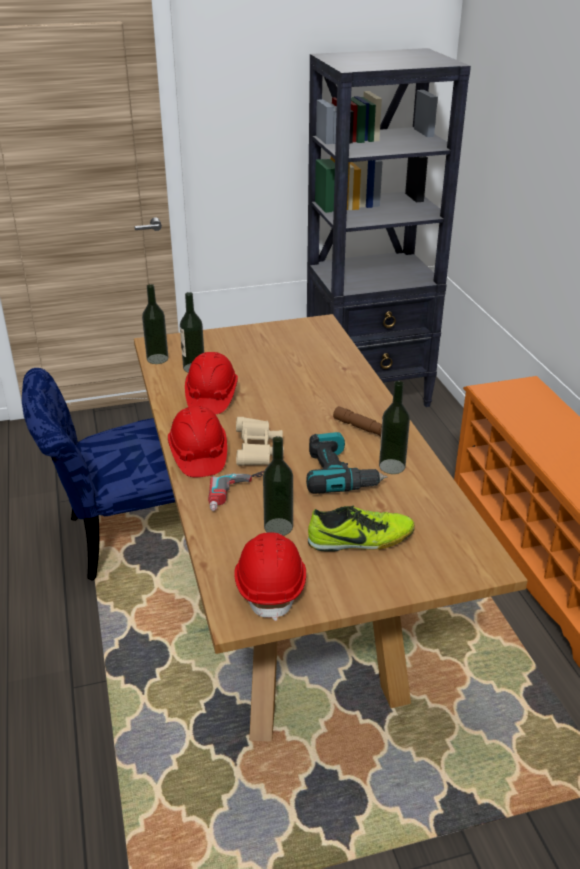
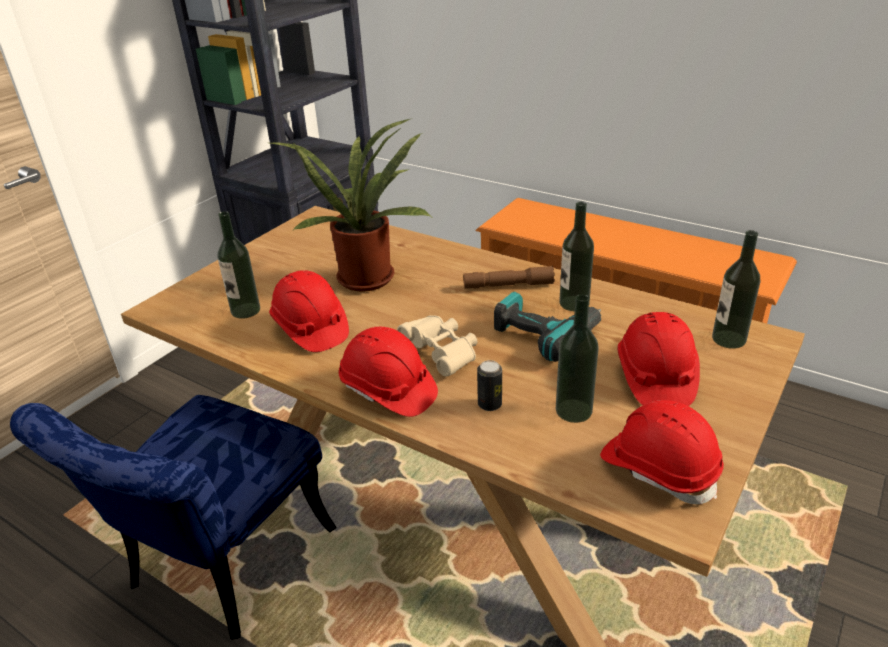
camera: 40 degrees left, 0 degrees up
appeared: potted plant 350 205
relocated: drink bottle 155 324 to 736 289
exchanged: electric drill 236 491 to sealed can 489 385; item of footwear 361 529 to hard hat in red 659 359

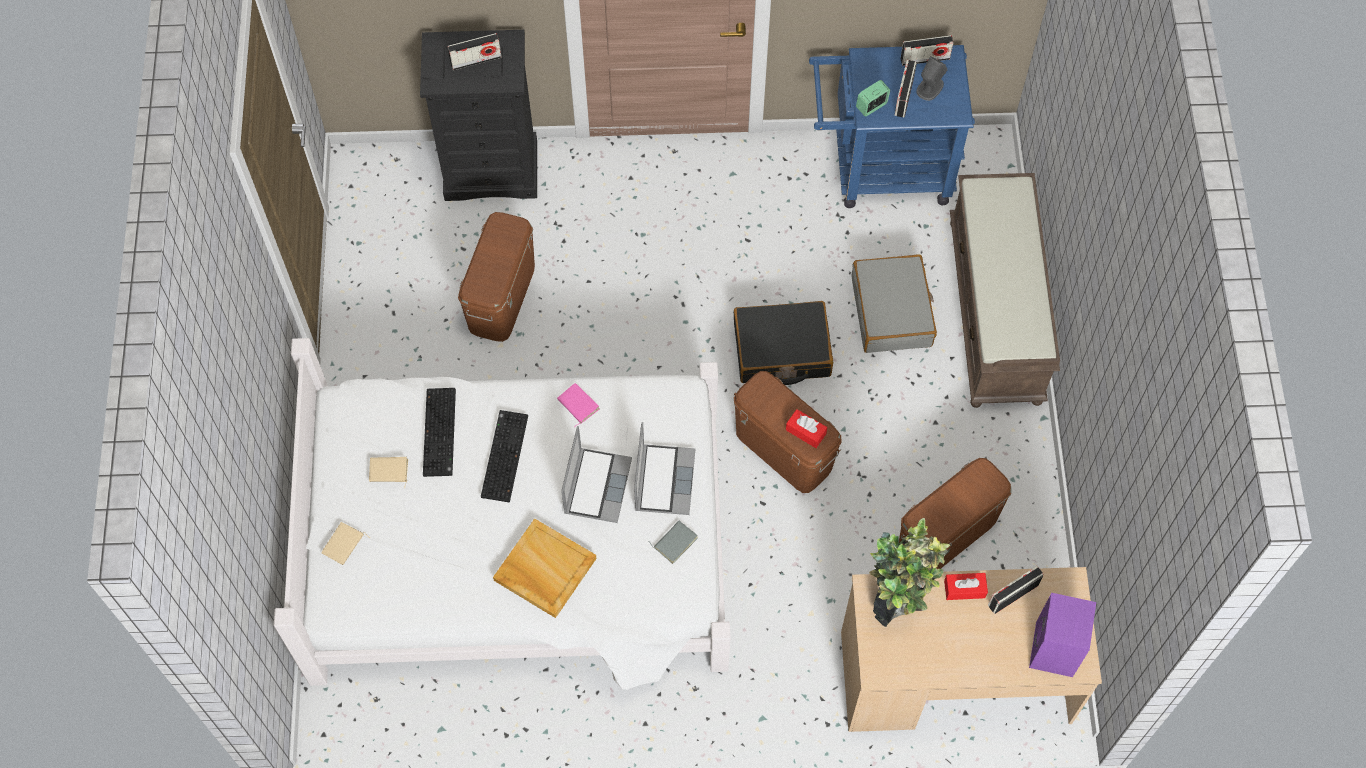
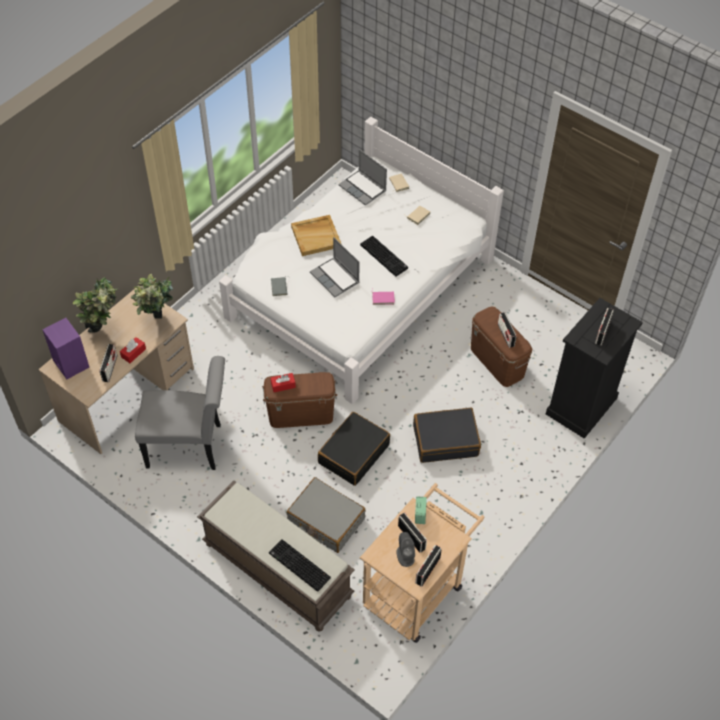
camera: 130 degrees right, 10 degrees down
appeared: potted plant 95 305; piece of luggage in blackish 447 435; radio 507 330
relocated: keyboard 439 432 to 300 565; laptop 665 468 to 362 177
exchanged: storage container in brown 955 513 to chair in gray 180 413
colour: wheeled cart in blue 892 126 to wheeled cart in beige-coloured 422 563

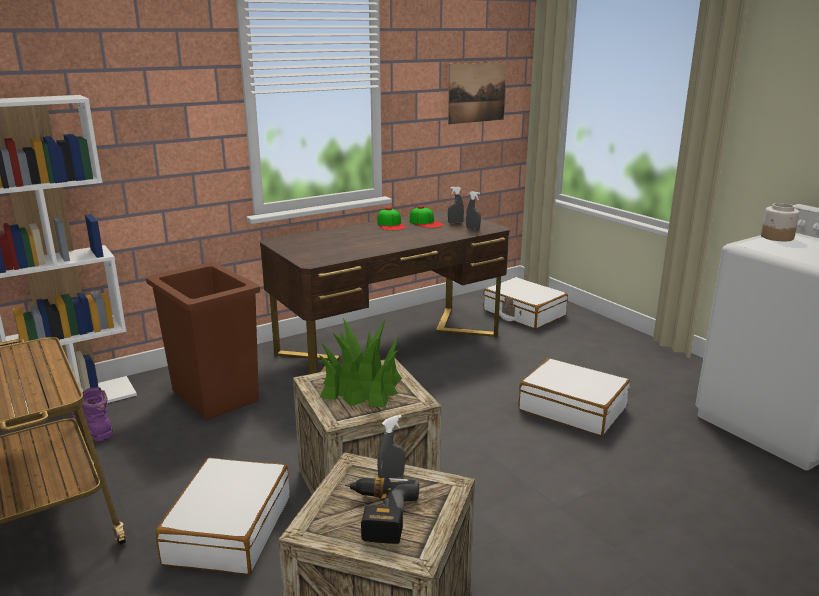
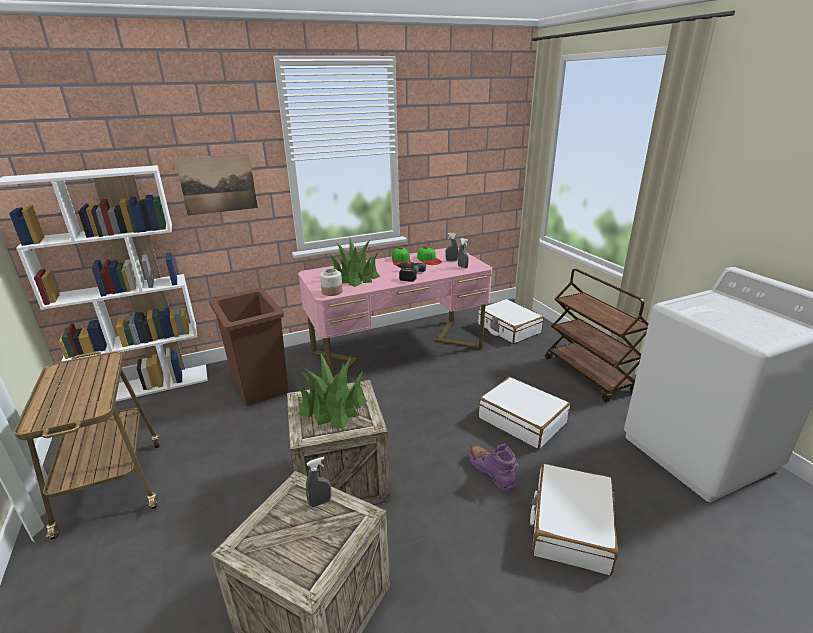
camera: 10 degrees right, 5 degrees up
appeared: potted plant 355 262; wheeled cart in brown 597 335
relocated: high-top boot in purple 92 414 to 494 467; piece of luggage in whitish 223 516 to 574 519; electric drill 382 510 to 411 272; wall picture 477 93 to 216 184; storage jar 780 222 to 331 282
colour: desk in brown 385 291 to desk in pinkish 395 313

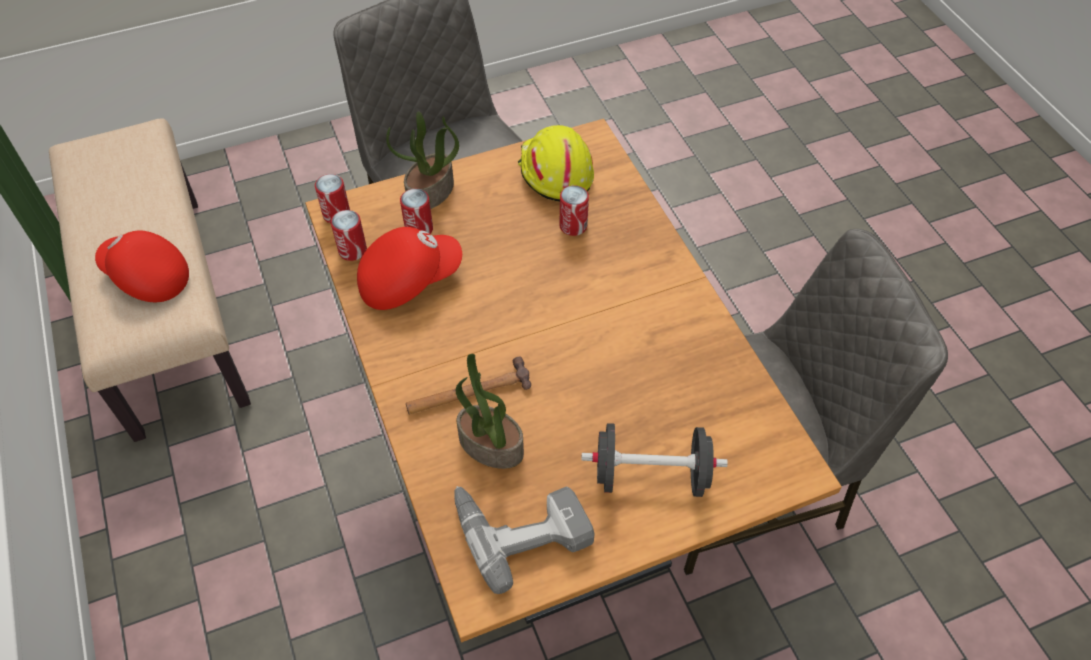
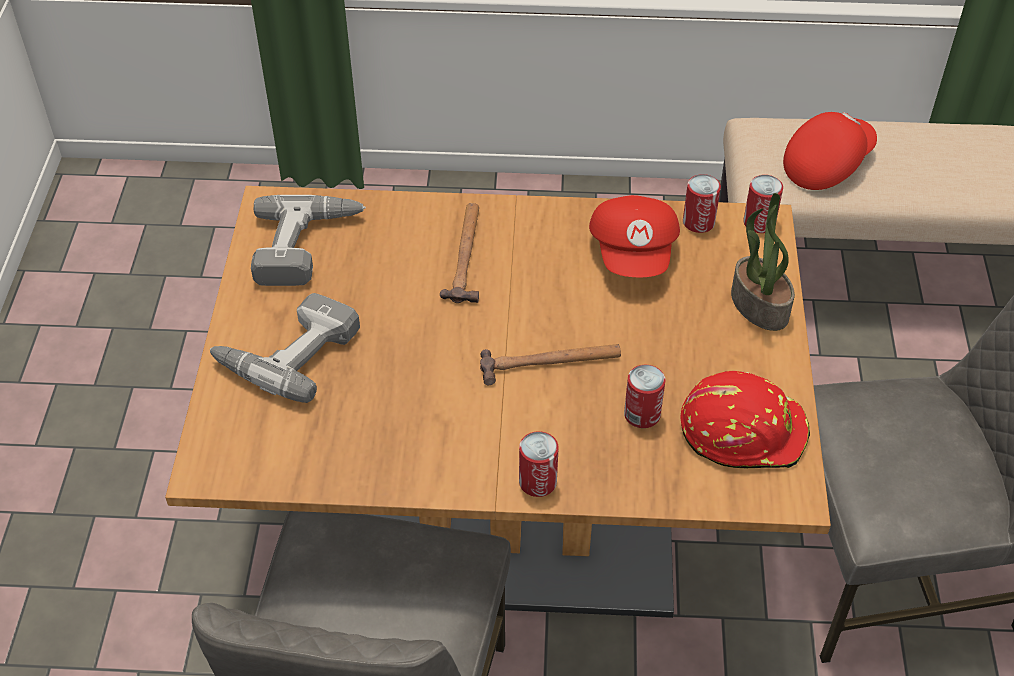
camera: 115 degrees right, 5 degrees down
missing: potted plant 489 411
appeared: tool hammer 550 364
relocated: sealed can 416 211 to 539 464
exchanged: free weight in blackish 654 460 to electric drill 285 348
colour: hard hat in yellow 556 163 to hard hat in red 745 419

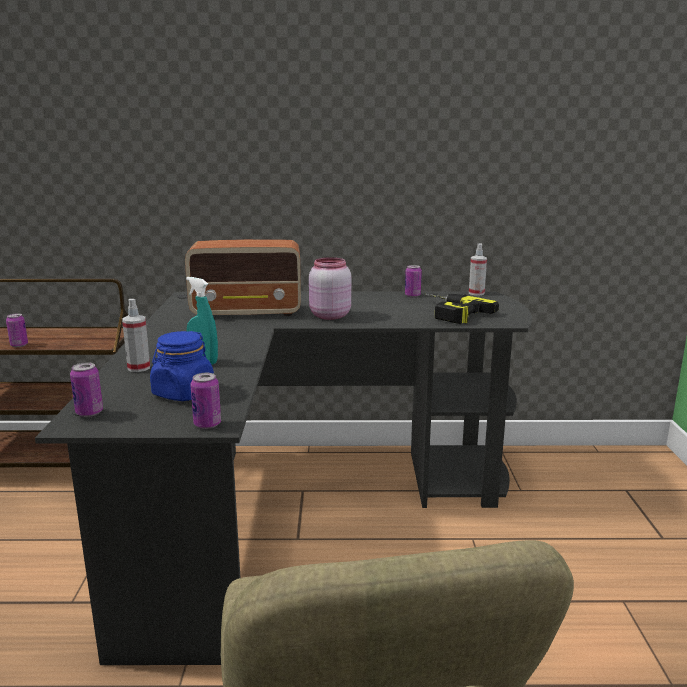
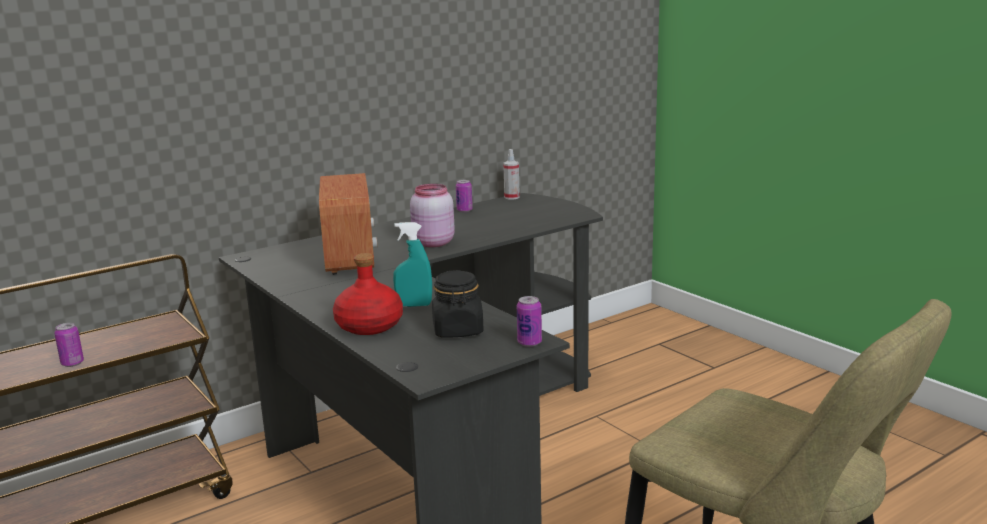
camera: 35 degrees left, 0 degrees up
missing: sealed can 86 389; electric drill 462 308
exchanged: spray bottle 136 335 to drink bottle in red 368 294
colour: storage jar in blue 182 366 to storage jar in blackish 458 303
spun: radio 243 277 = 348 224 60 degrees counterclockwise

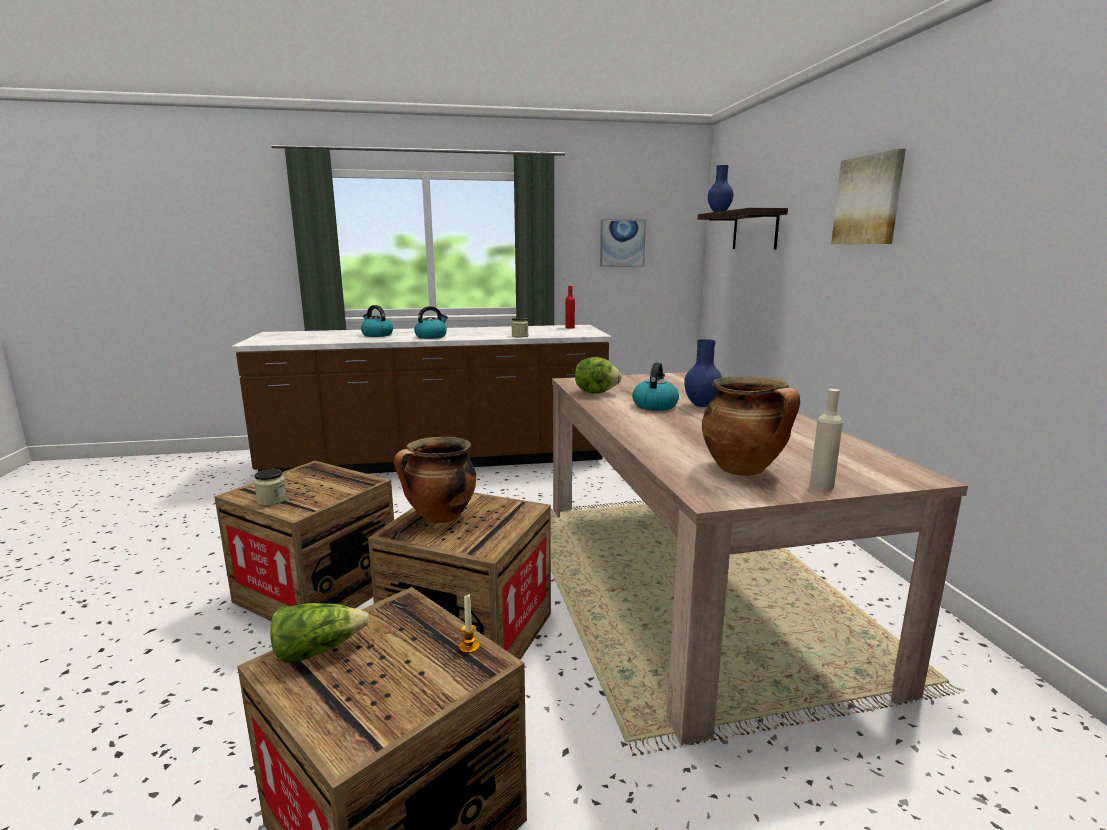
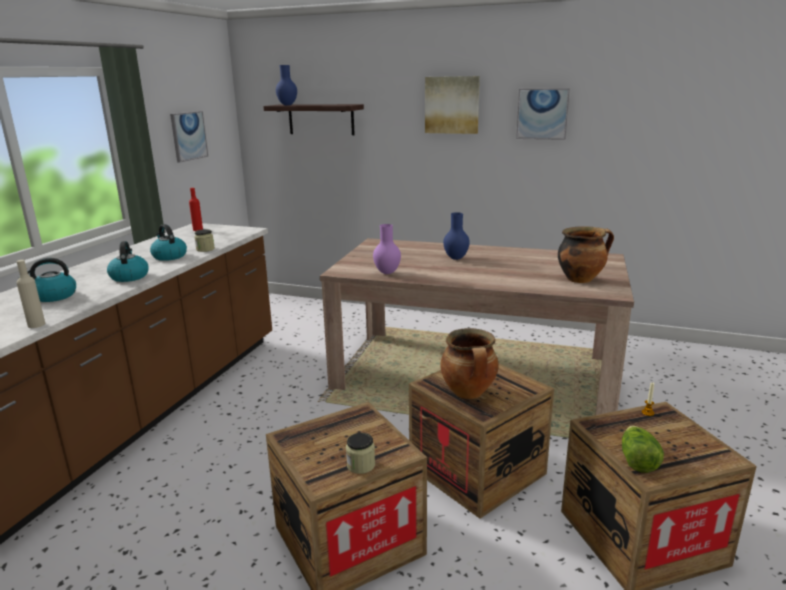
camera: 60 degrees left, 5 degrees up
appeared: wall picture 543 114
relocated: kettle 655 387 to 168 242; drink bottle in beige-coloured 826 439 to 30 294
exchanged: lettuce 598 375 to flower vase in purple 387 249

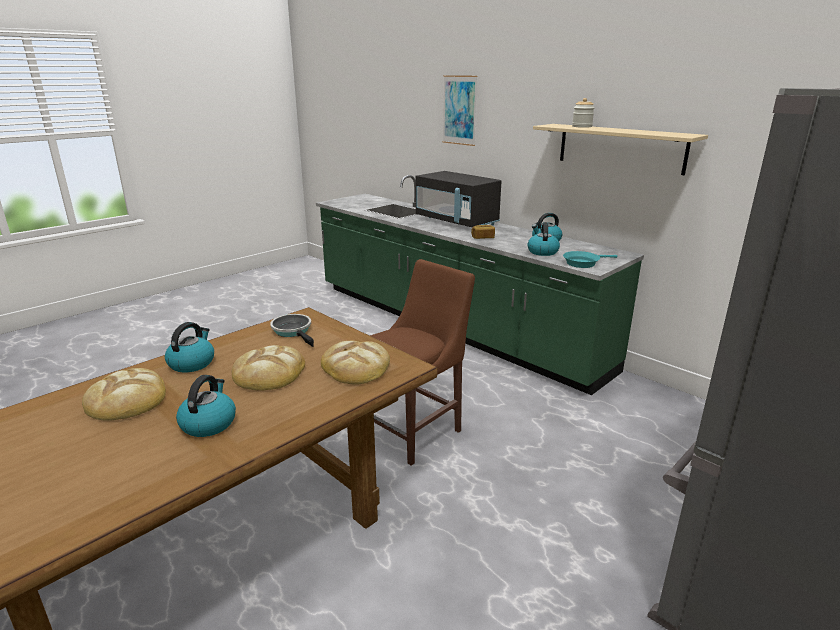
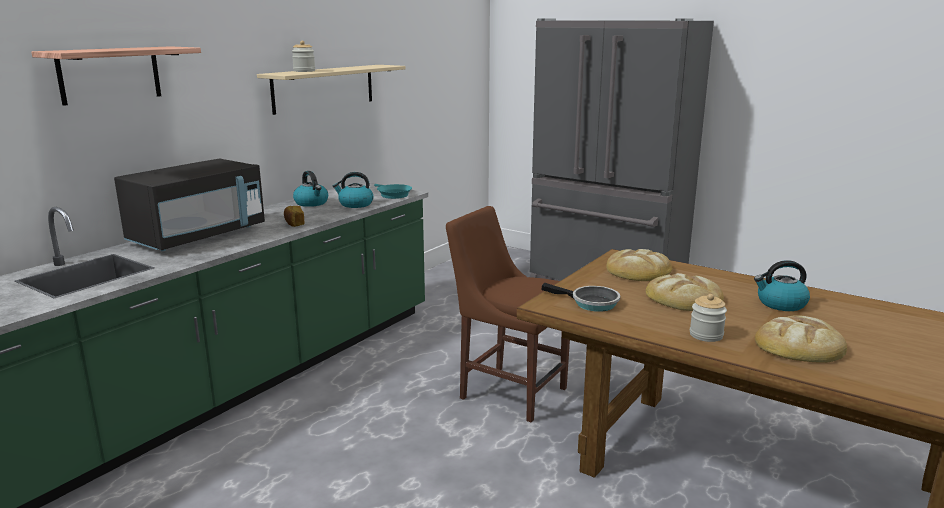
camera: 100 degrees left, 5 degrees down
exchanged: kettle 189 347 to storage jar 708 318; wall picture 460 110 to wall shelf 116 76
spun: skillet 292 330 = 581 297 105 degrees counterclockwise

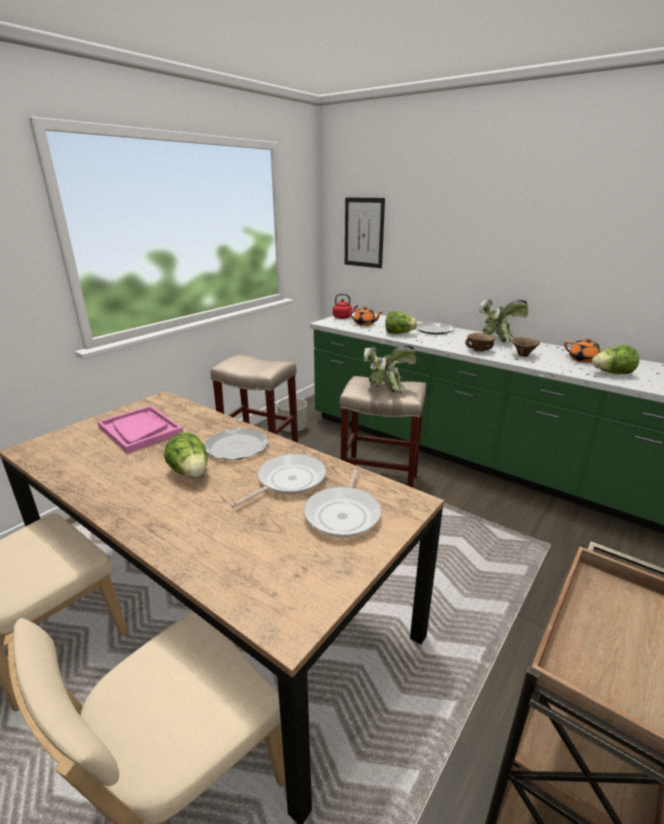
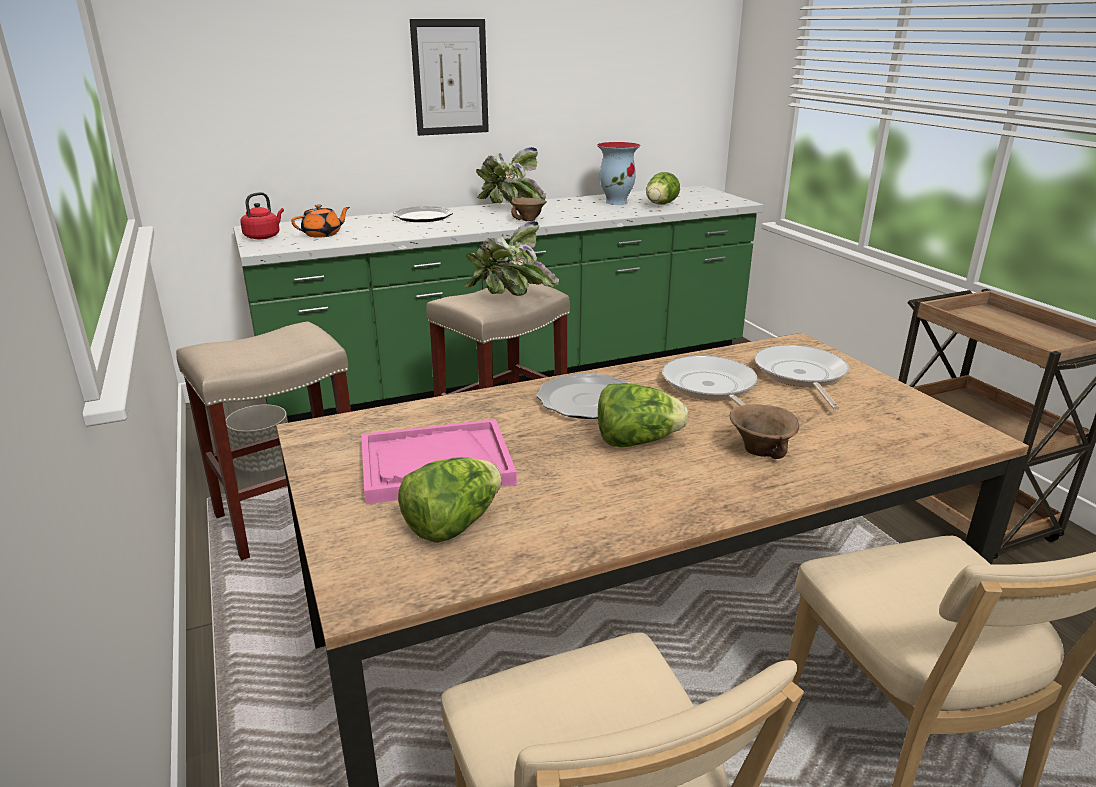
camera: 60 degrees left, 0 degrees up
relocated: wall picture 365 232 to 449 77; lettuce 401 322 to 450 500; serving bowl in brown 526 347 to 764 431
exchanged: tea pot in orange-coloured 586 350 to flower vase 618 173
spun: skillet 343 502 = 802 377 135 degrees counterclockwise

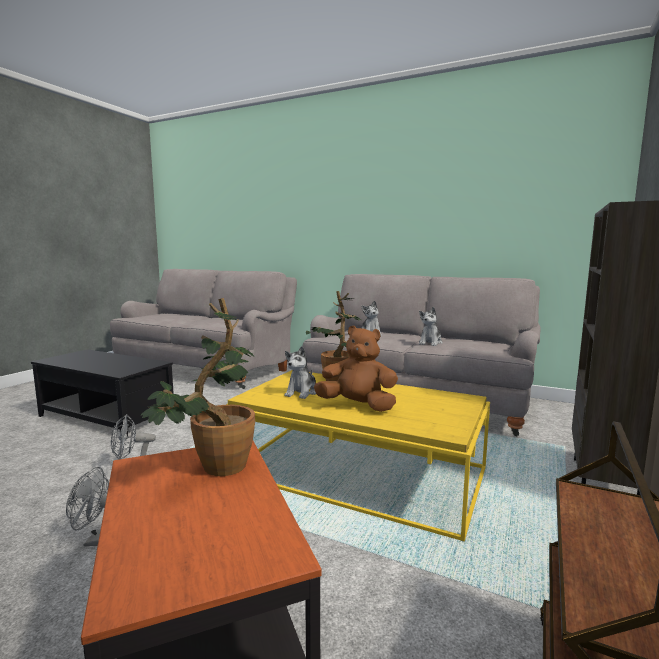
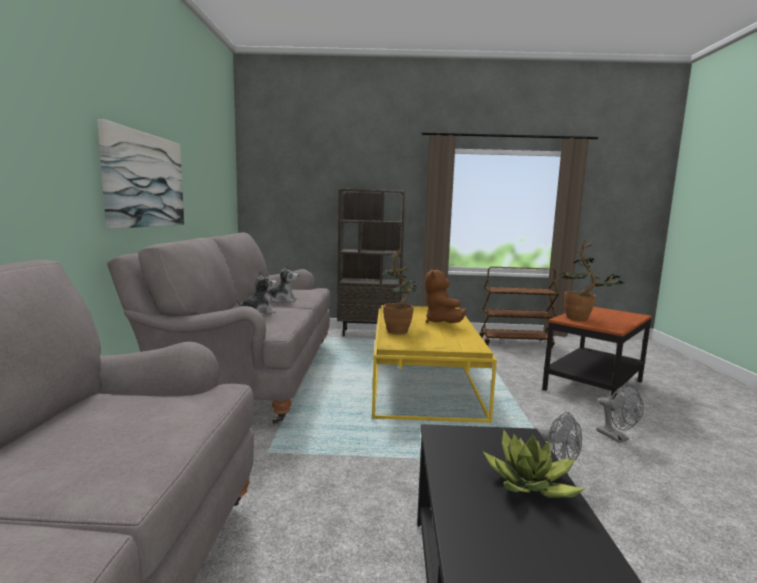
camera: 115 degrees left, 0 degrees up
missing: cuddly toy 300 372
appeared: wall picture 140 174; potted plant 534 463

